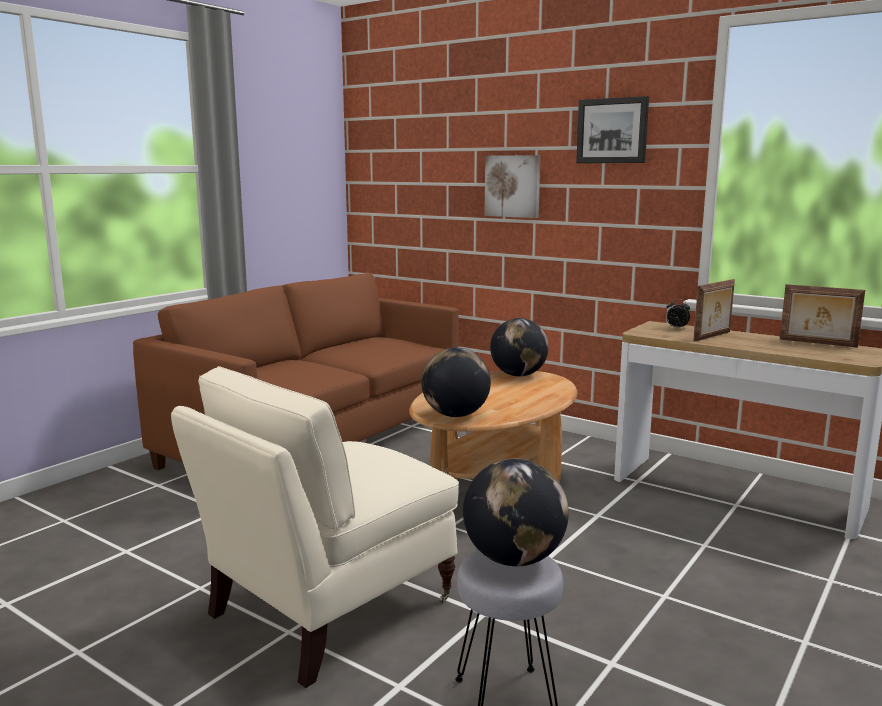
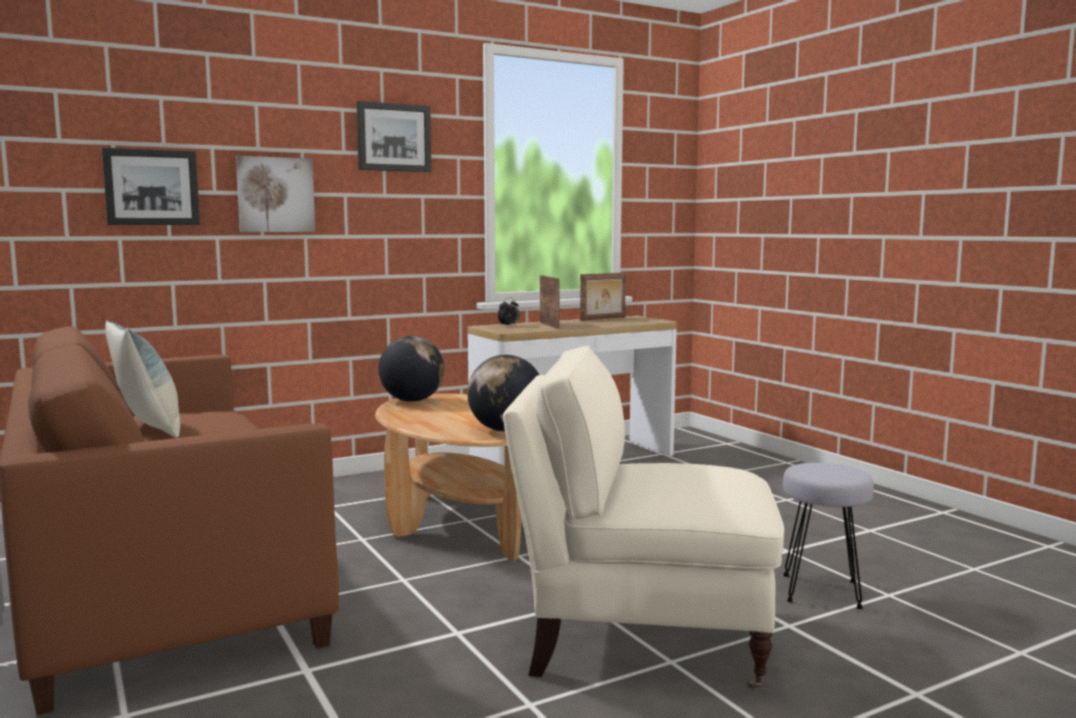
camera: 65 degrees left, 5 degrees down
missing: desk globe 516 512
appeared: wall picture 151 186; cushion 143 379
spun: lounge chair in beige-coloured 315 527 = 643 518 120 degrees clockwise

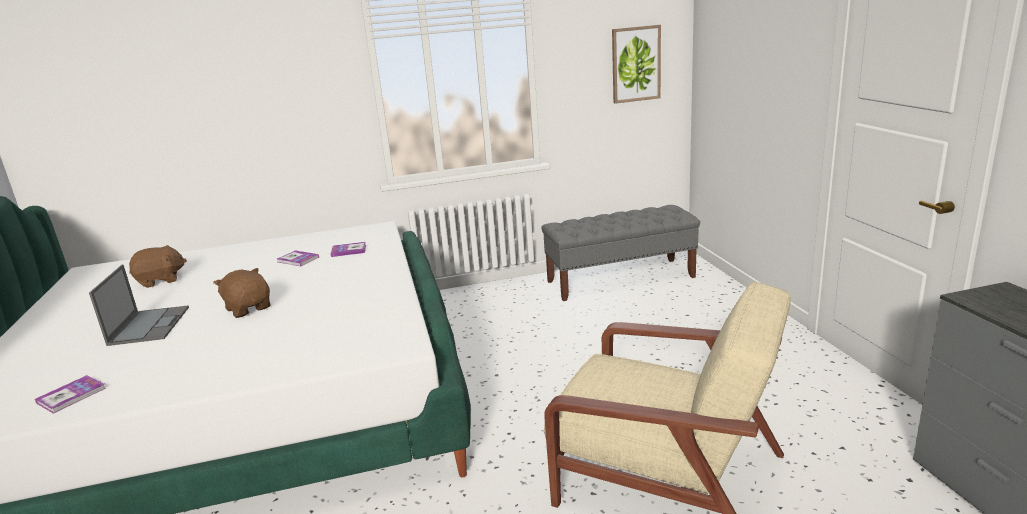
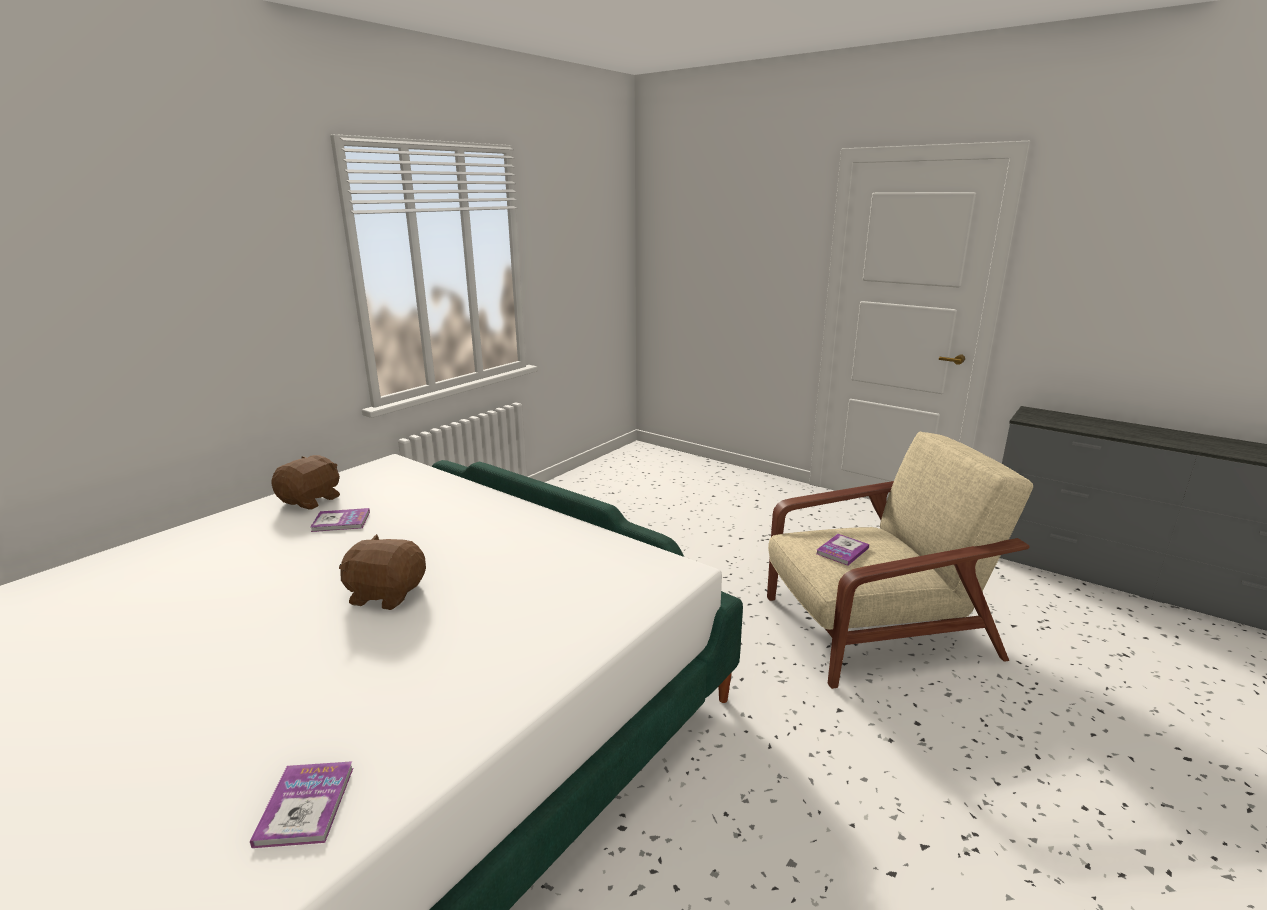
camera: 40 degrees left, 0 degrees up
missing: laptop 139 305; long seat in gray 620 253; wall picture 636 64
relocated: cuddly toy in brown 158 266 to 305 482; bound book 348 249 to 842 550

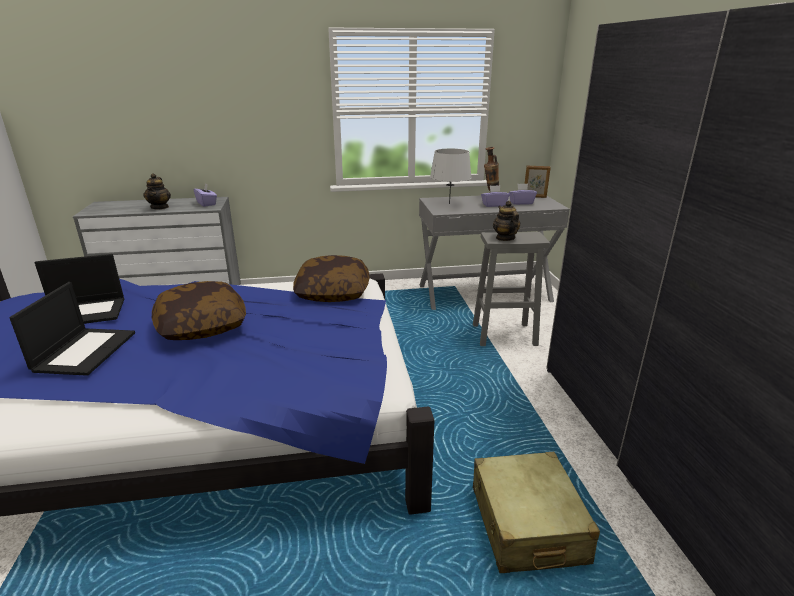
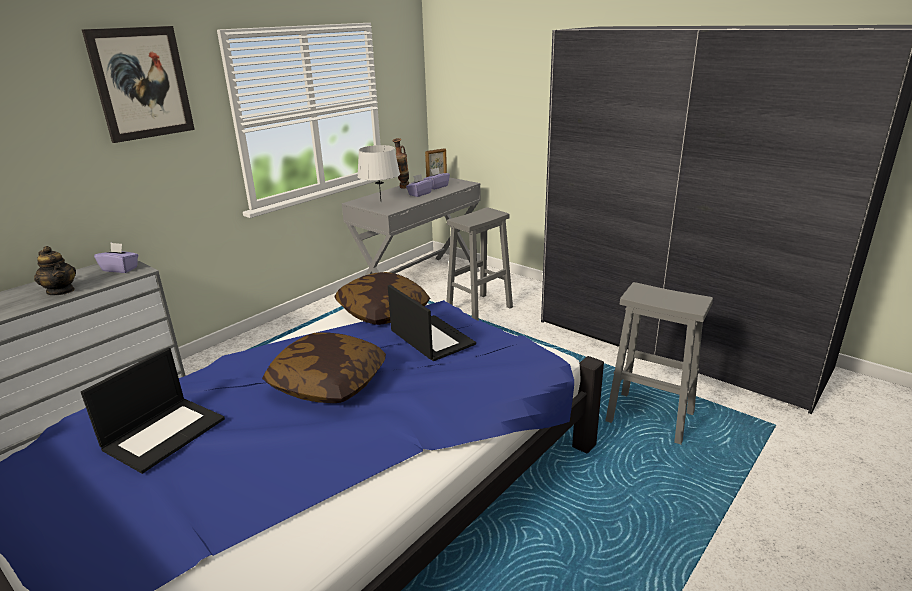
camera: 40 degrees left, 0 degrees up
missing: tea pot 507 221
appeared: wall picture 138 84
relocated: laptop 72 329 to 432 323
exchanged: piece of luggage in beige-coloured 536 512 to stool in gray 659 363

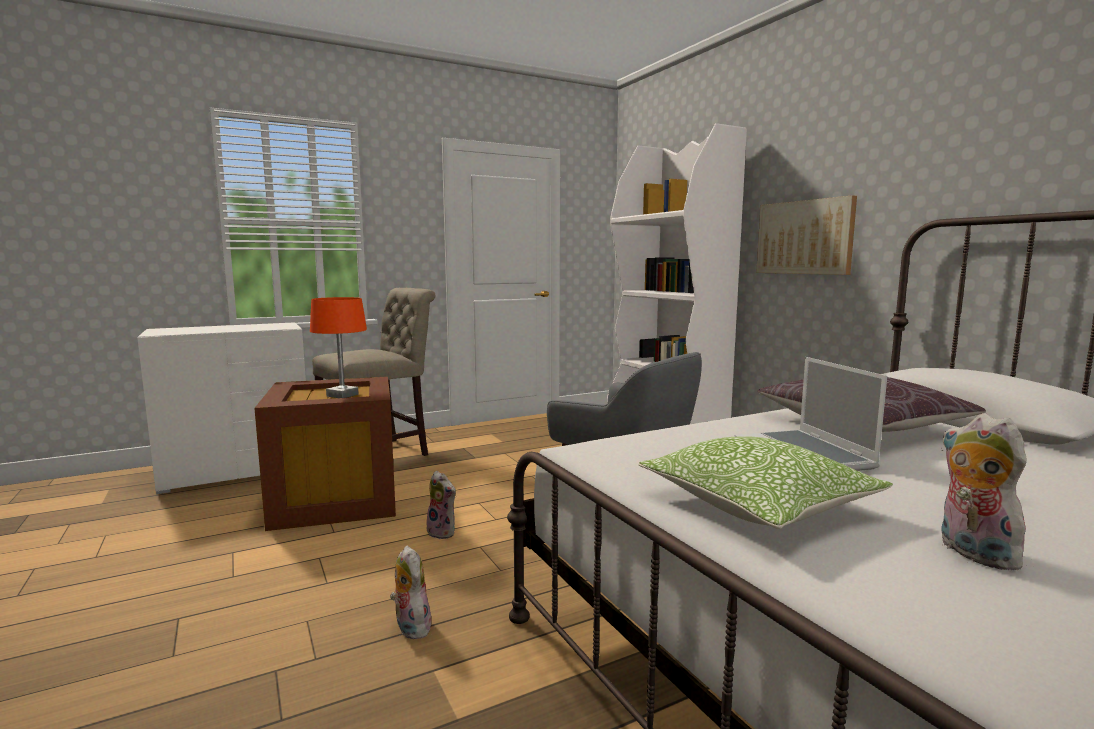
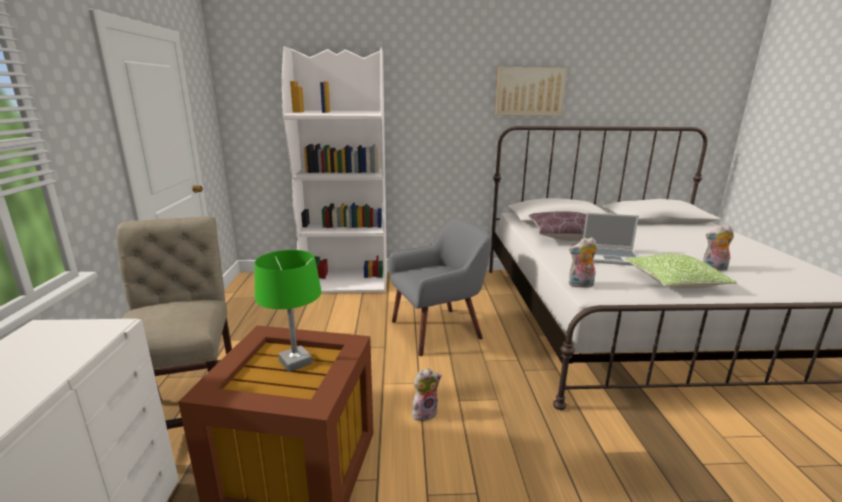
camera: 65 degrees left, 10 degrees up
relocated: cuddly toy 410 592 to 583 262; wall picture 806 235 to 531 91
colour: table lamp in orange-coloured 338 347 to table lamp in green 288 311

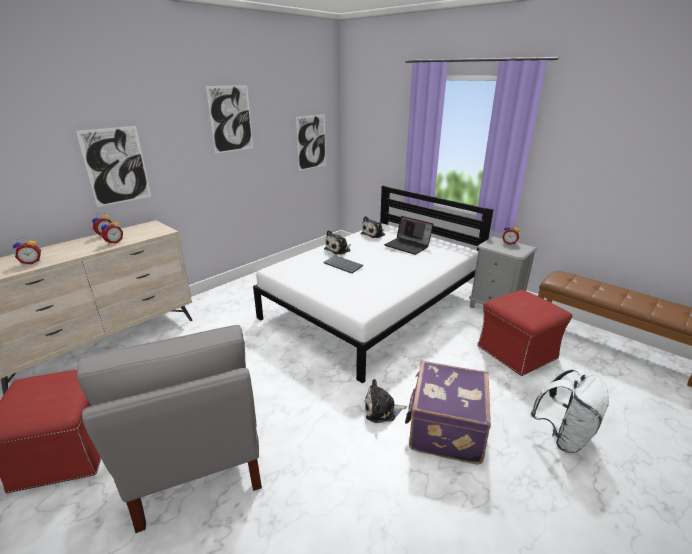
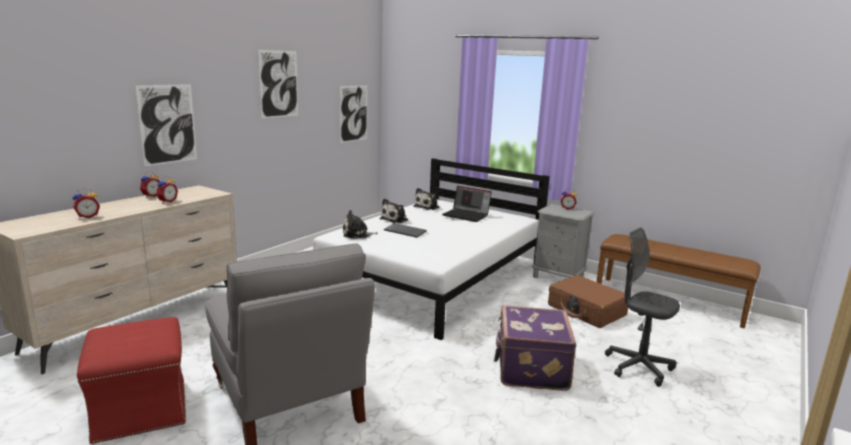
camera: 10 degrees left, 10 degrees down
relocated: cuddly toy 386 401 to 360 224
exchanged: pouffe in red 524 333 to piece of luggage in brown 588 301; backpack in whitish 569 411 to desk chair in gray 642 307

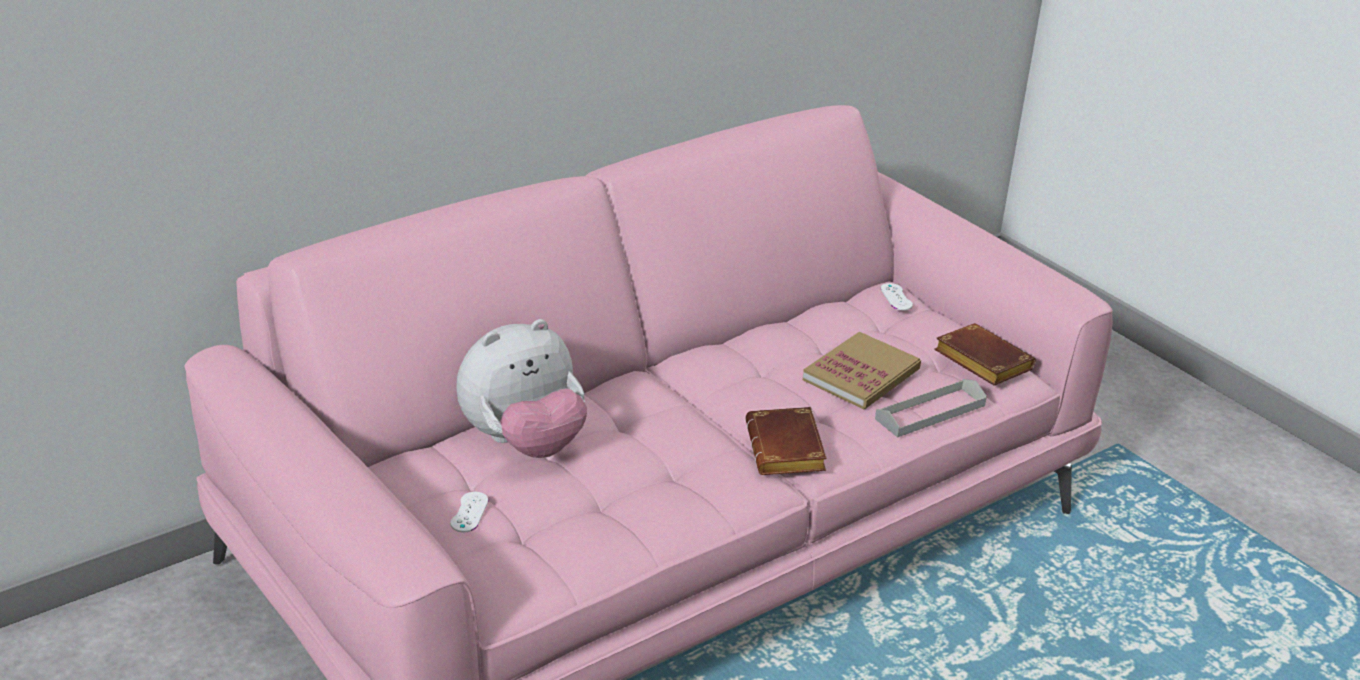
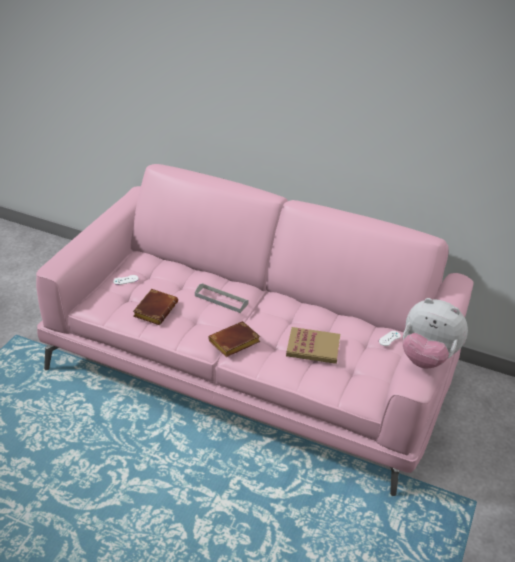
camera: 60 degrees right, 5 degrees up
relocated: cuddly toy 521 388 to 435 333; serving tray in gray 931 408 to 222 298; bound book in brown 985 354 to 155 307

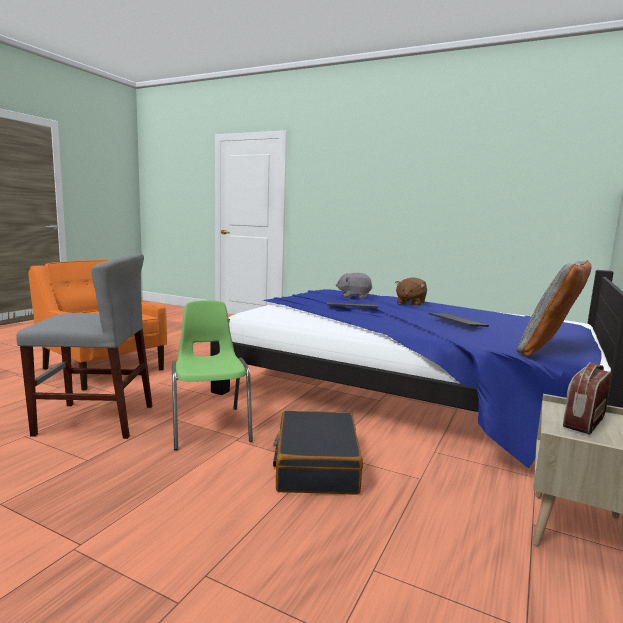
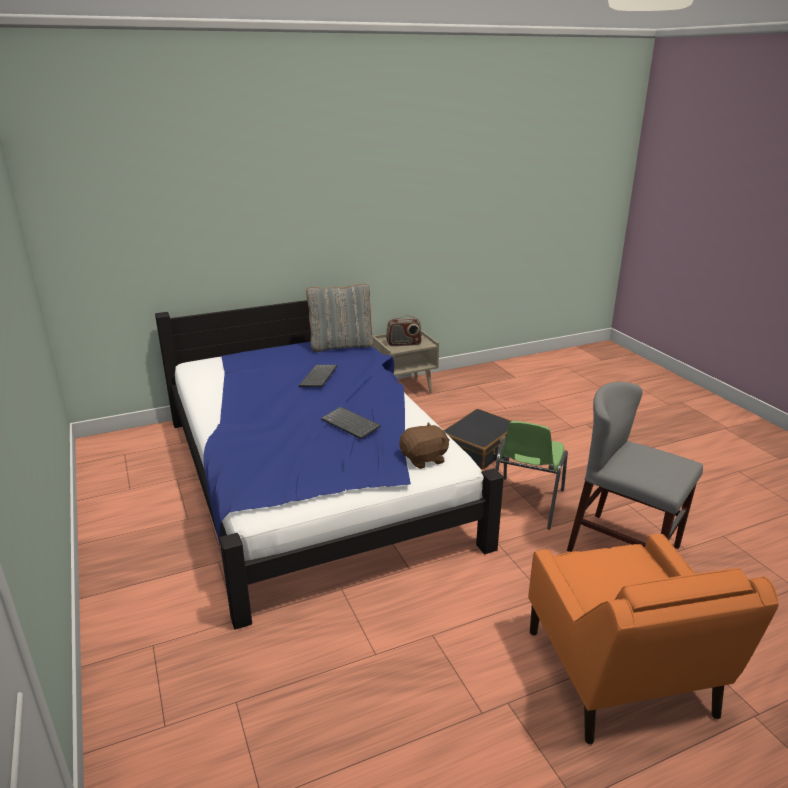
camera: 140 degrees left, 15 degrees up
missing: cuddly toy in gray 354 286
relocated: cuddly toy in brown 411 291 to 424 445

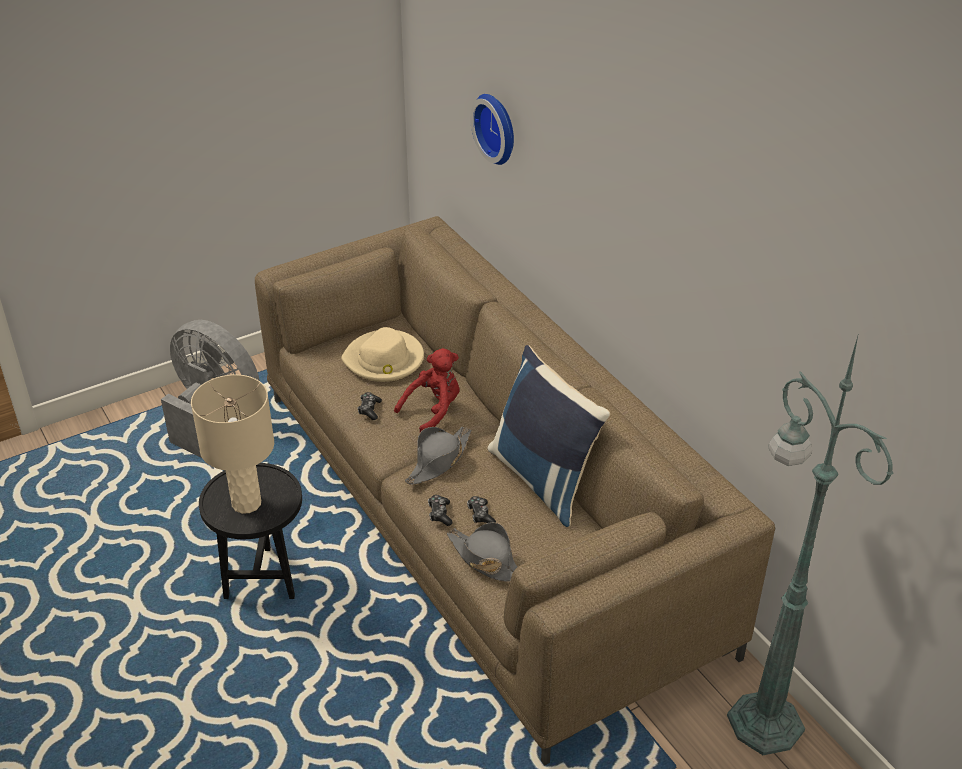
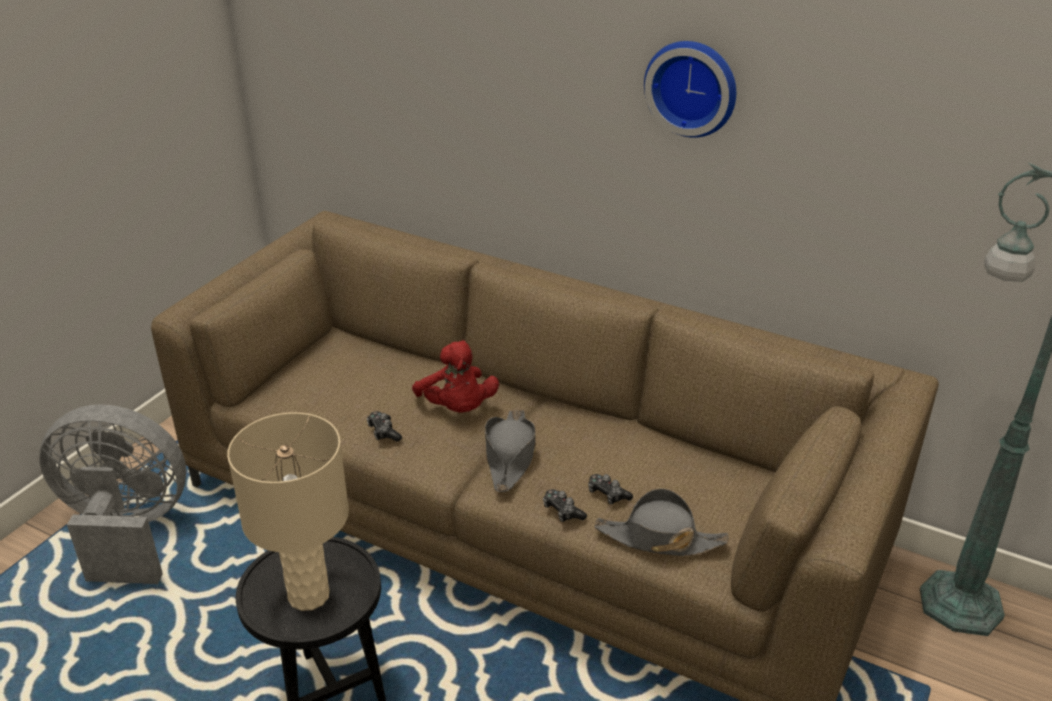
camera: 30 degrees left, 5 degrees down
missing: hat in beige-coloured 382 354; cushion in blue 548 436
relocated: clock on the wall 492 129 to 690 89
spun: cuddly toy in red 427 390 = 455 376 135 degrees clockwise

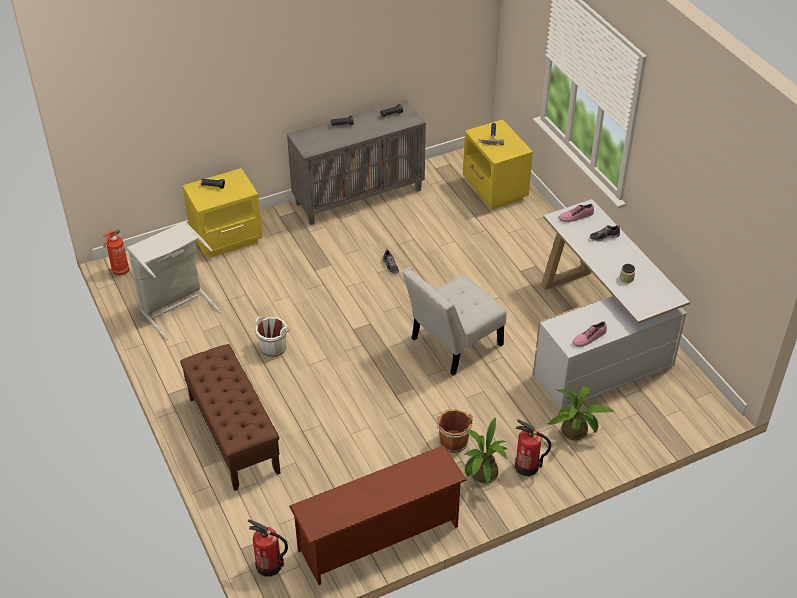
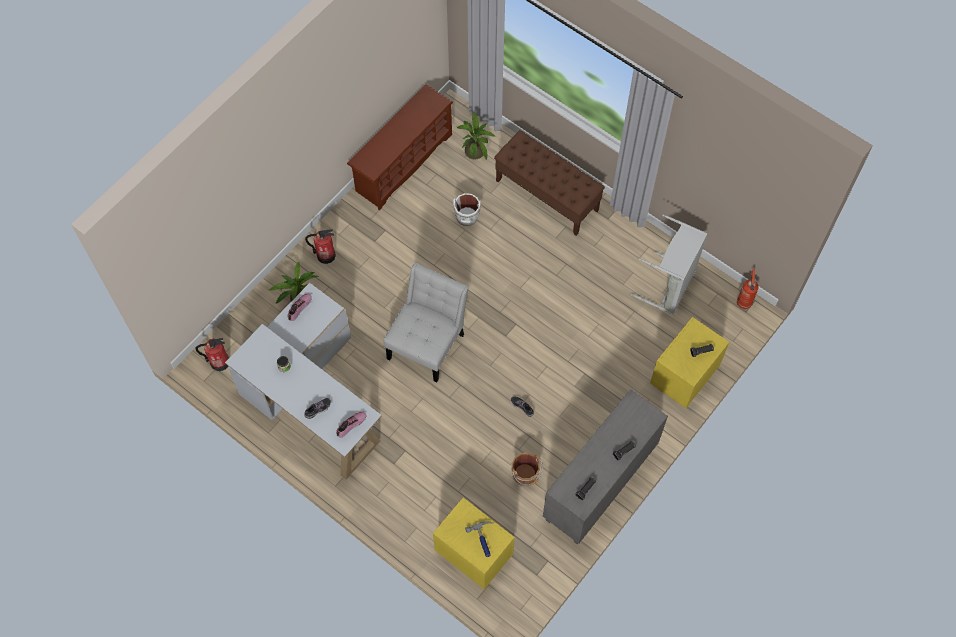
camera: 155 degrees right, 20 degrees up
relocated: fire-fighting cylinder 268 548 to 212 354; pail in whitish 272 336 to 466 209; pail in brown 454 431 to 527 469; potted plant 485 451 to 476 136

